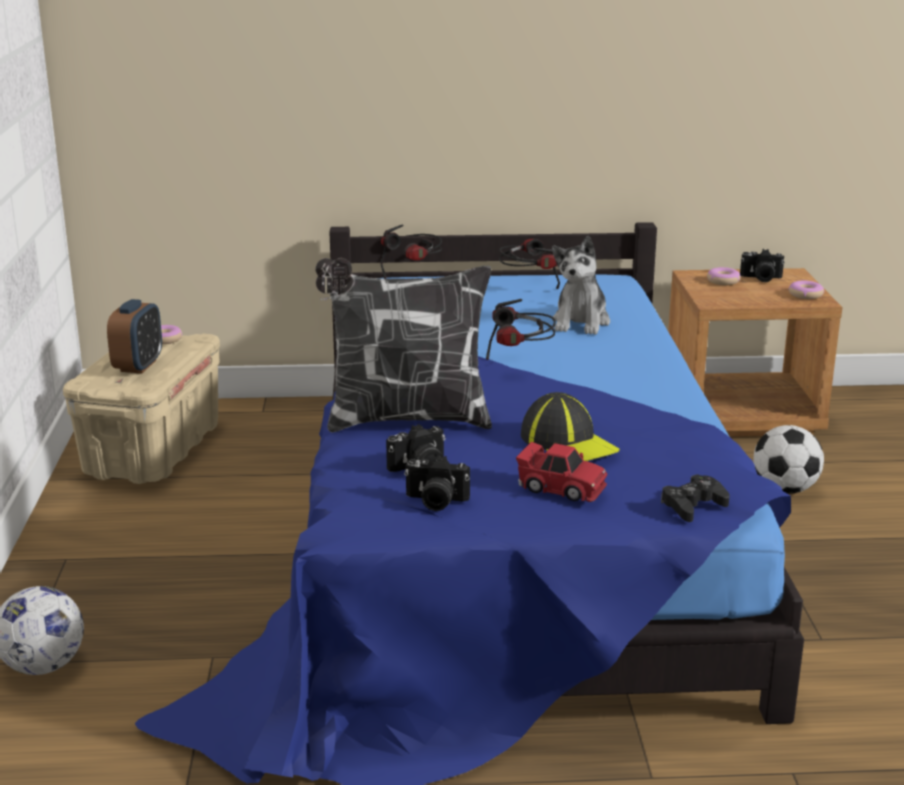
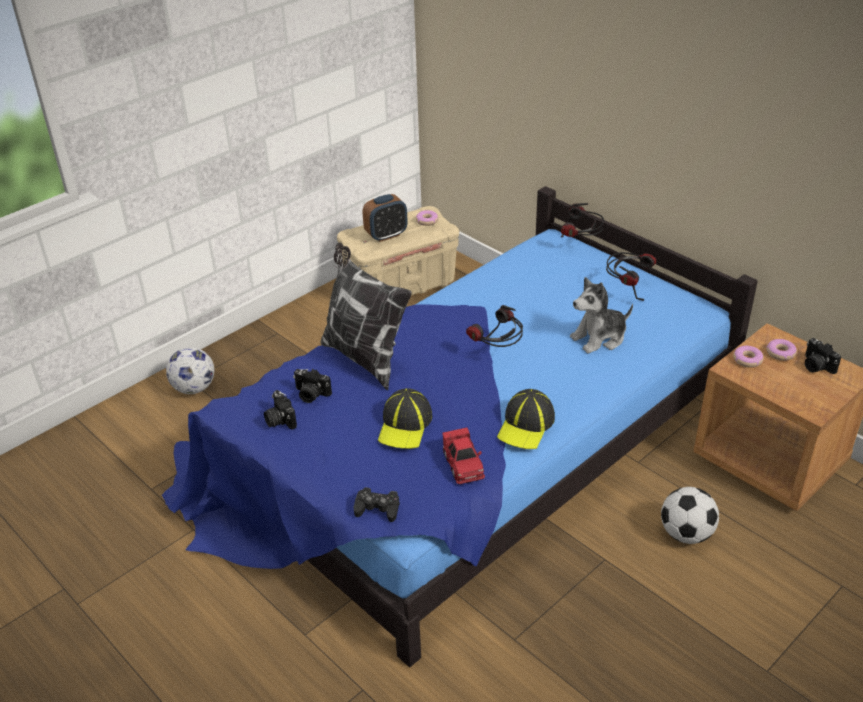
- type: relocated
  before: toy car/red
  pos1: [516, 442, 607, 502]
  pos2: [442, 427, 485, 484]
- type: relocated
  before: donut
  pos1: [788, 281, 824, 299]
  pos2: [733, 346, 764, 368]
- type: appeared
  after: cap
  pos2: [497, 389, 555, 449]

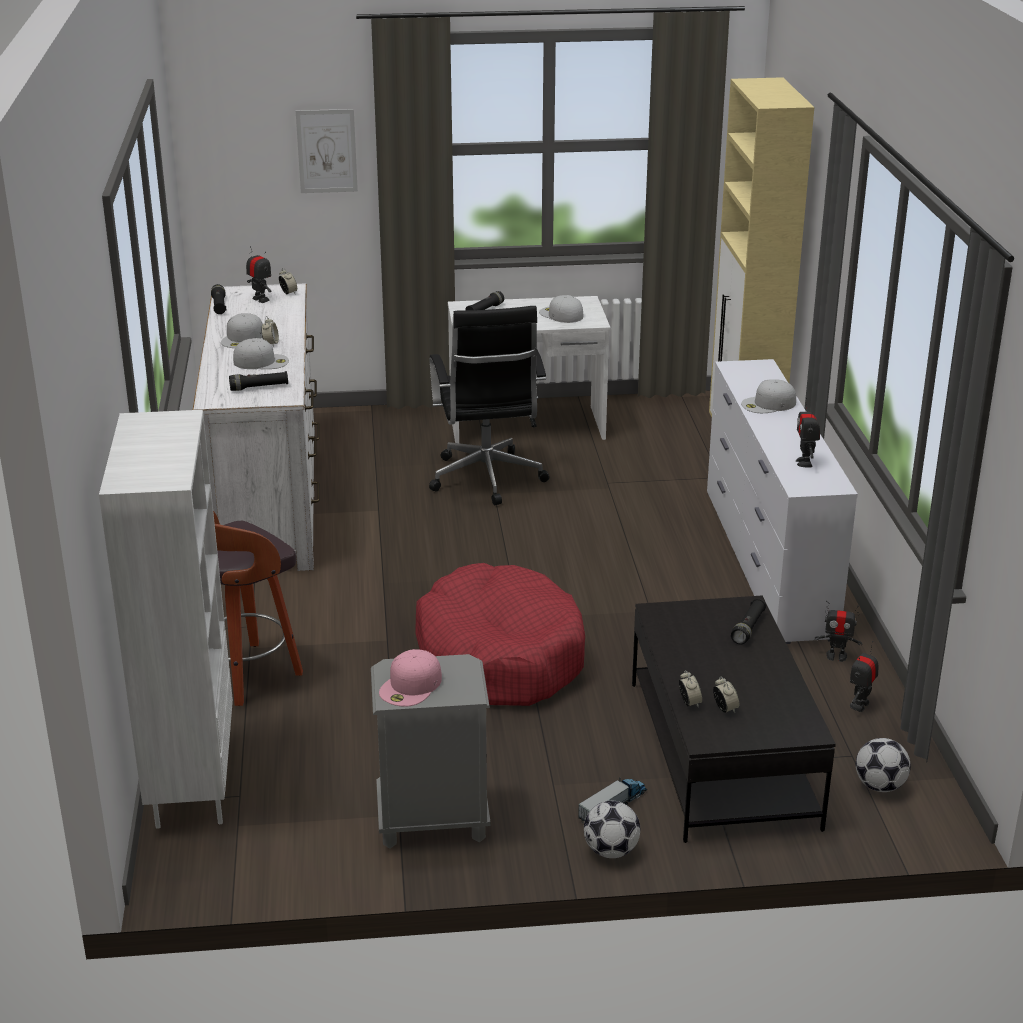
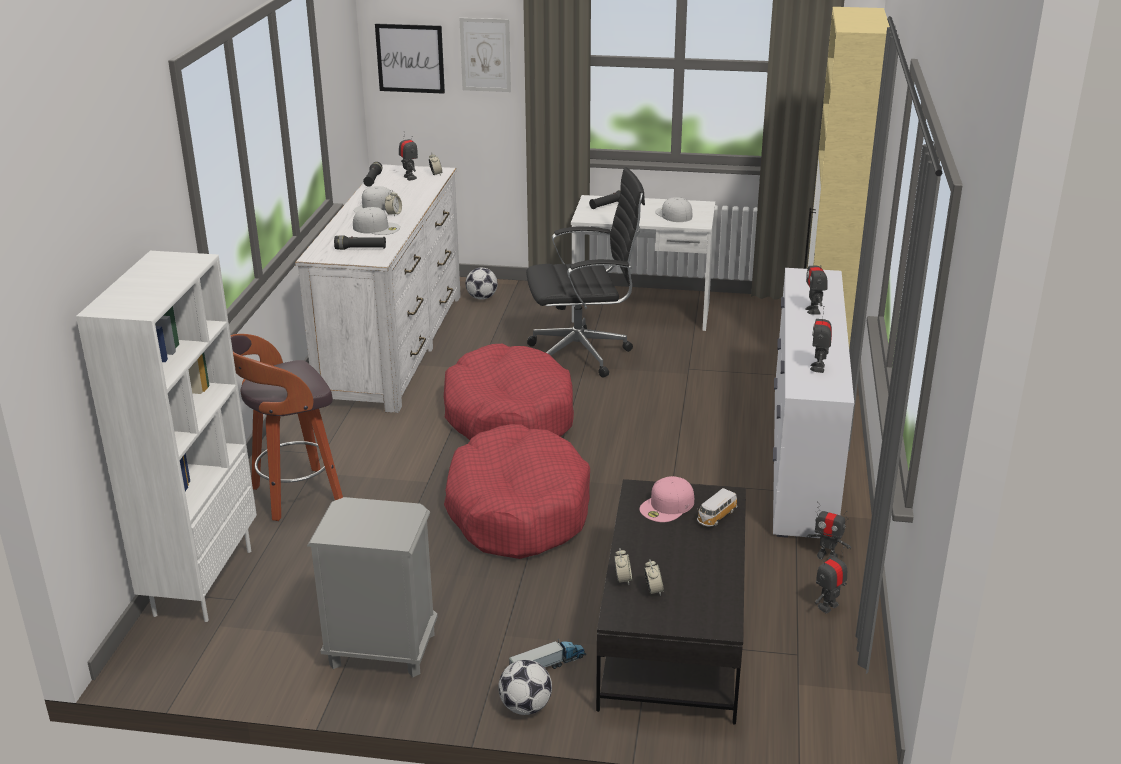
- type: relocated
  before: cap/pink
  pos1: [379, 649, 442, 707]
  pos2: [639, 476, 694, 522]
- type: spun
  before: office chair/black
  pos1: [429, 306, 549, 505]
  pos2: [526, 167, 645, 378]
  turn: -105
- type: exchanged
  before: flashlight/black
  after: toy car
  pos1: [731, 598, 766, 644]
  pos2: [697, 488, 737, 527]
- type: exchanged
  before: cap/white
  after: toy robot
  pos1: [741, 379, 796, 413]
  pos2: [805, 253, 828, 315]
- type: relocated
  before: football
  pos1: [856, 738, 911, 792]
  pos2: [466, 268, 498, 300]
- type: appeared
  after: picture
  pos2: [375, 23, 445, 94]
- type: appeared
  after: dog bed/red
  pos2: [444, 344, 574, 440]

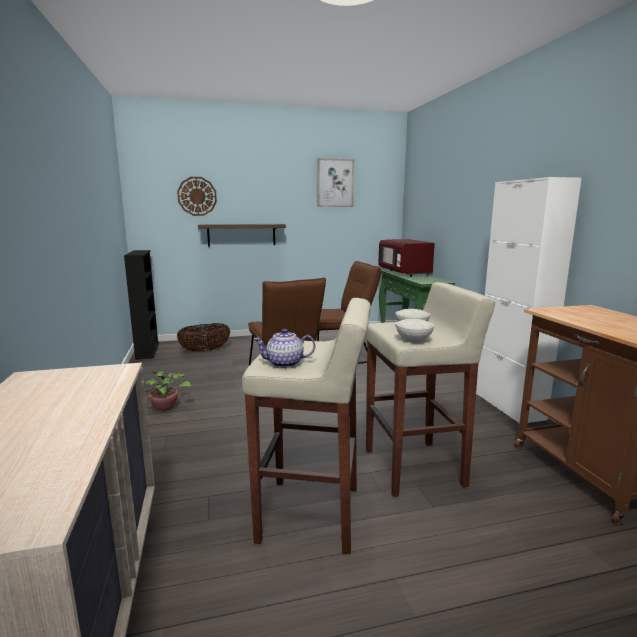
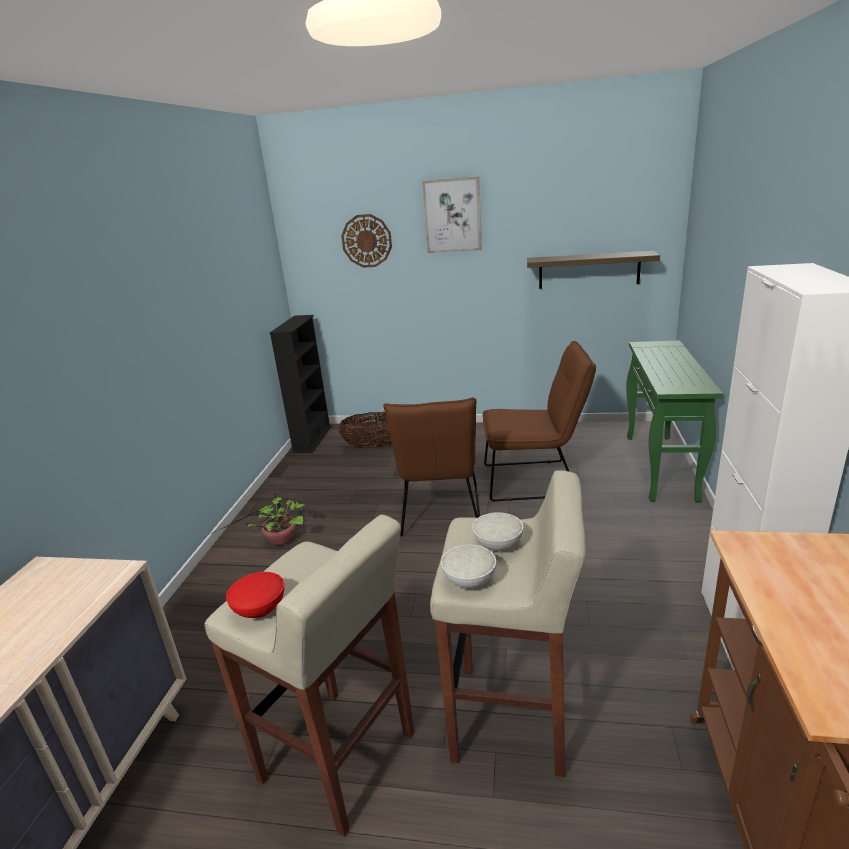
- type: relocated
  before: shelf
  pos1: [198, 224, 286, 247]
  pos2: [527, 251, 660, 289]
- type: exchanged
  before: teapot
  after: bowl/red
  pos1: [253, 329, 315, 368]
  pos2: [226, 572, 284, 618]
- type: relocated
  before: picture
  pos1: [317, 158, 354, 207]
  pos2: [422, 176, 482, 253]
- type: missing
  before: microwave/red
  pos1: [378, 239, 435, 277]

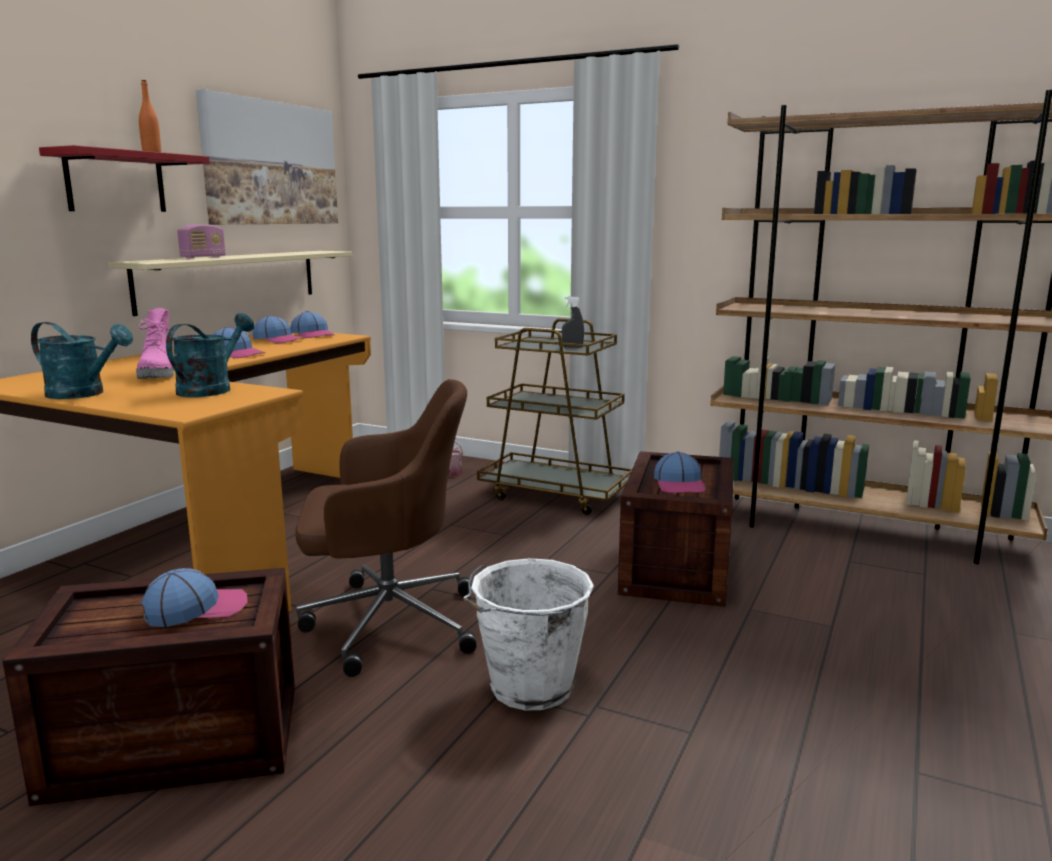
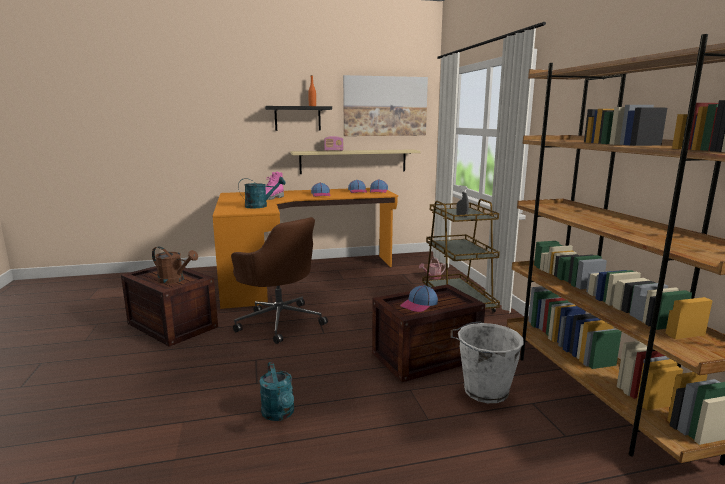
- type: relocated
  before: watering can/turquoise
  pos1: [31, 322, 133, 399]
  pos2: [259, 362, 294, 421]
- type: colour
  before: shelf/red
  after: shelf/black
  pos1: [39, 145, 210, 212]
  pos2: [265, 106, 332, 131]
- type: exchanged
  before: cap
  after: watering can/brown
  pos1: [141, 568, 248, 627]
  pos2: [152, 247, 198, 284]
- type: relocated
  before: bucket/white
  pos1: [463, 558, 594, 711]
  pos2: [450, 321, 524, 403]

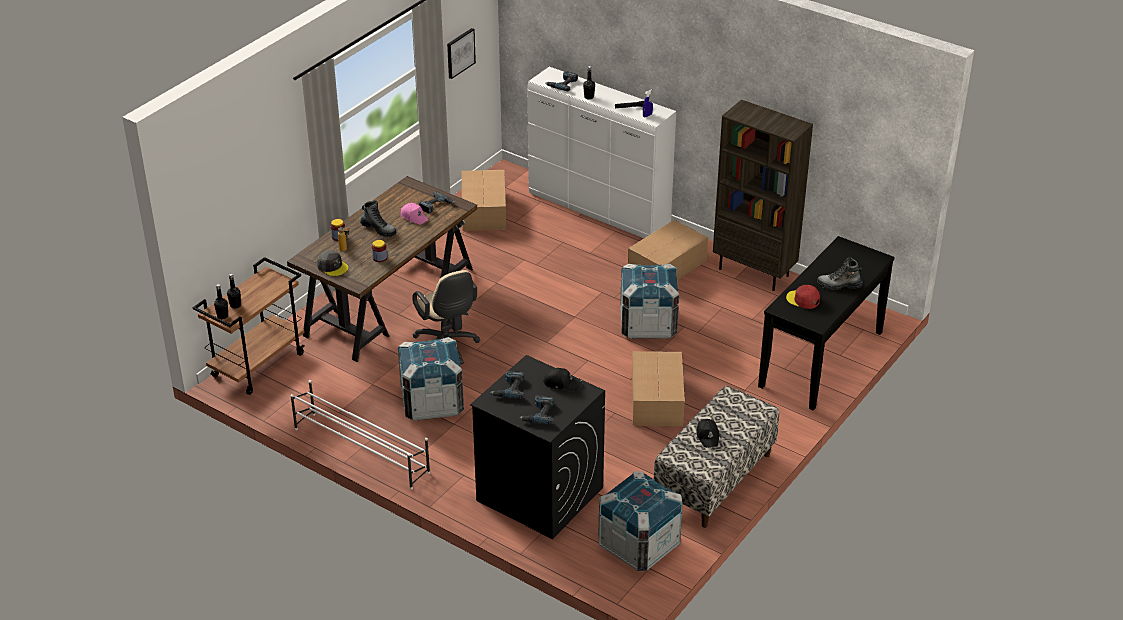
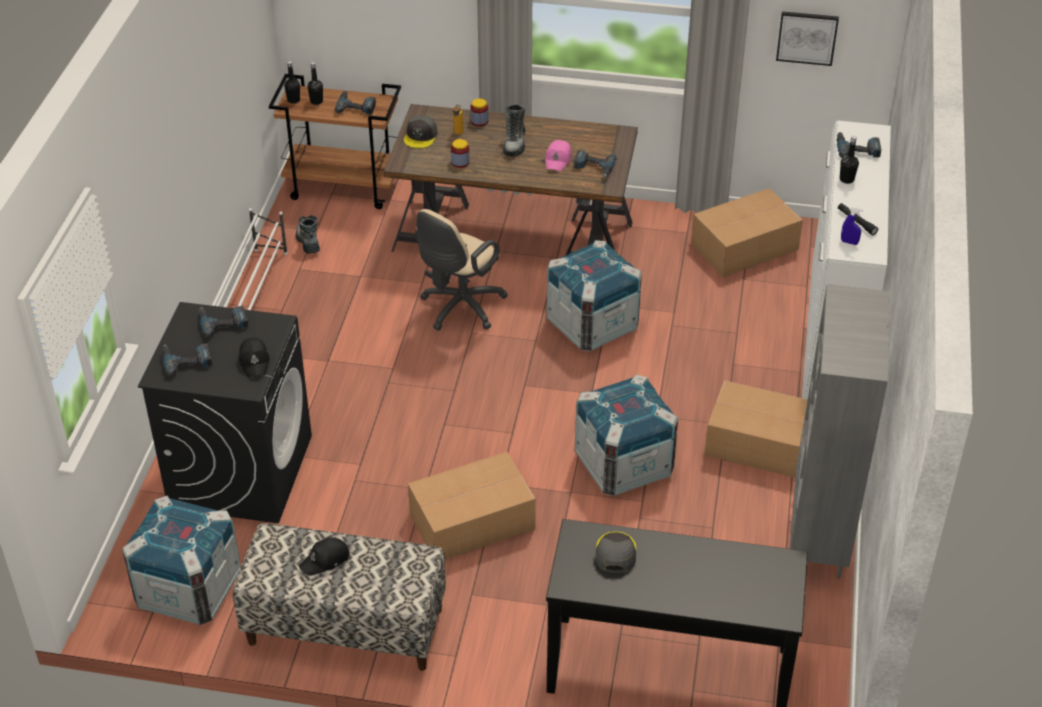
- type: relocated
  before: crate
  pos1: [398, 337, 464, 421]
  pos2: [546, 240, 642, 351]
- type: colour
  before: bookcase/brown
  after: bookcase/grey
  pos1: [713, 100, 813, 291]
  pos2: [790, 284, 890, 578]
- type: colour
  before: cap/red
  after: cap/grey
  pos1: [786, 285, 820, 309]
  pos2: [595, 531, 636, 573]
- type: relocated
  before: boot
  pos1: [817, 257, 863, 290]
  pos2: [296, 215, 320, 254]
- type: appeared
  after: power drill
  pos2: [335, 91, 376, 115]

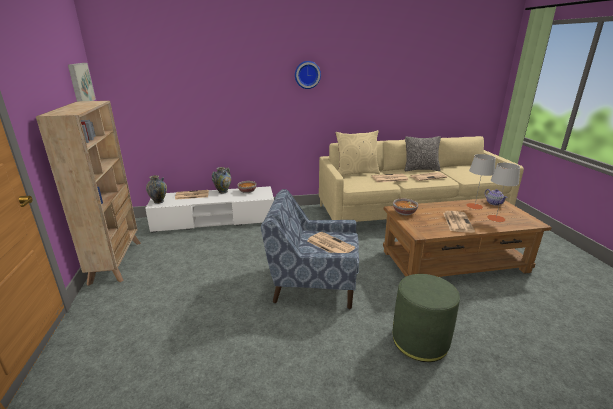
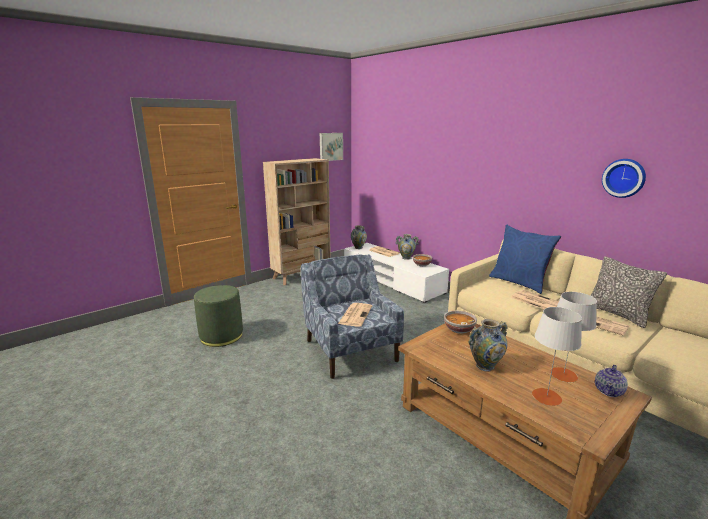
- type: relocated
  before: wall clock
  pos1: [295, 61, 321, 89]
  pos2: [602, 159, 646, 198]
- type: colour
  before: pillow/beige
  after: pillow/blue
  pos1: [335, 130, 380, 175]
  pos2: [489, 224, 561, 294]
- type: relocated
  before: ottoman/green
  pos1: [392, 274, 460, 362]
  pos2: [194, 285, 243, 347]
- type: exchanged
  before: newspaper
  after: vase
  pos1: [443, 211, 475, 233]
  pos2: [468, 319, 508, 371]

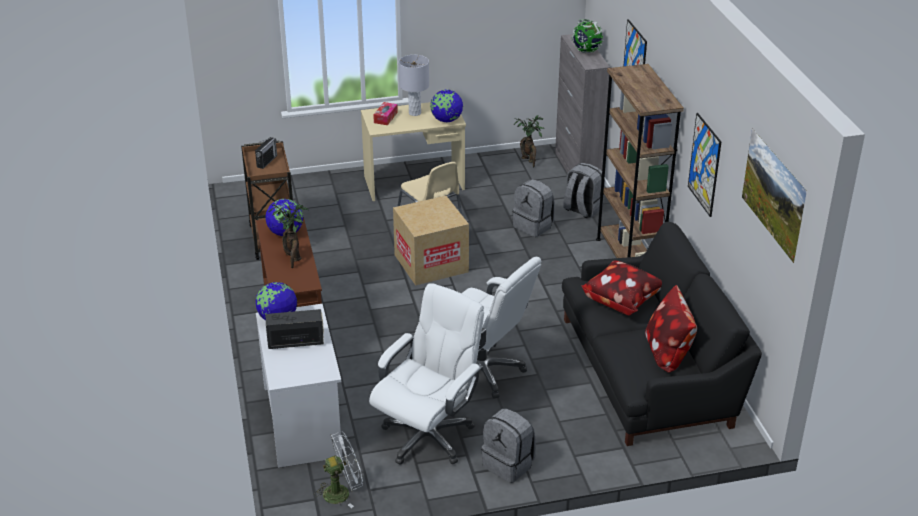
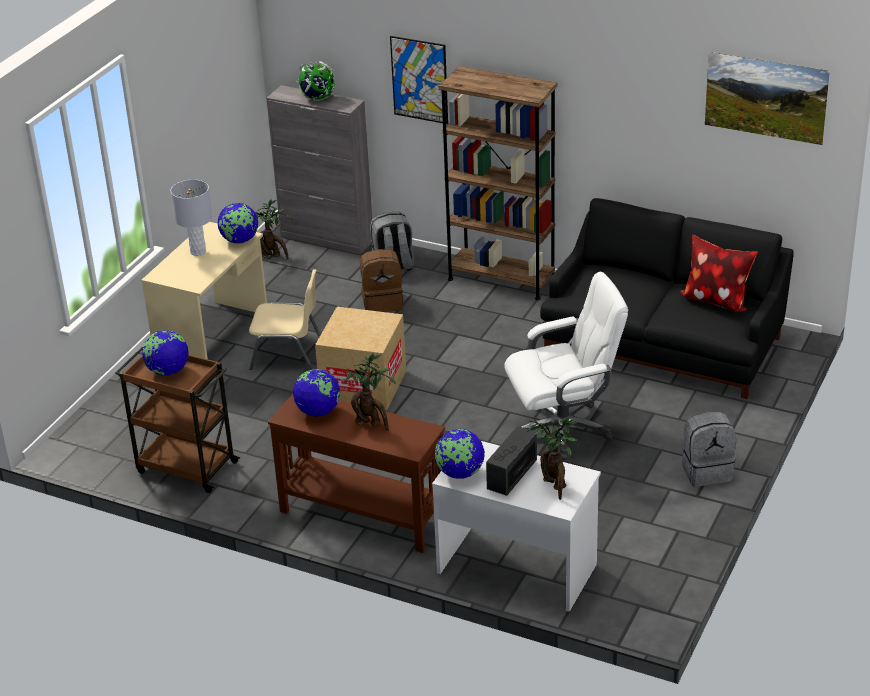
- type: exchanged
  before: radio
  after: globe
  pos1: [255, 137, 277, 169]
  pos2: [142, 330, 189, 376]
- type: missing
  before: fan/white
  pos1: [314, 431, 363, 508]
- type: missing
  before: office chair/white
  pos1: [369, 283, 484, 465]
- type: missing
  before: tissue box
  pos1: [373, 102, 398, 125]
- type: colour
  before: backpack/grey
  after: backpack/brown
  pos1: [512, 179, 555, 237]
  pos2: [360, 249, 403, 312]
- type: missing
  before: pillow
  pos1: [581, 261, 662, 316]
- type: missing
  before: picture
  pos1: [688, 113, 721, 217]
- type: appeared
  after: potted plant
  pos2: [527, 417, 578, 500]

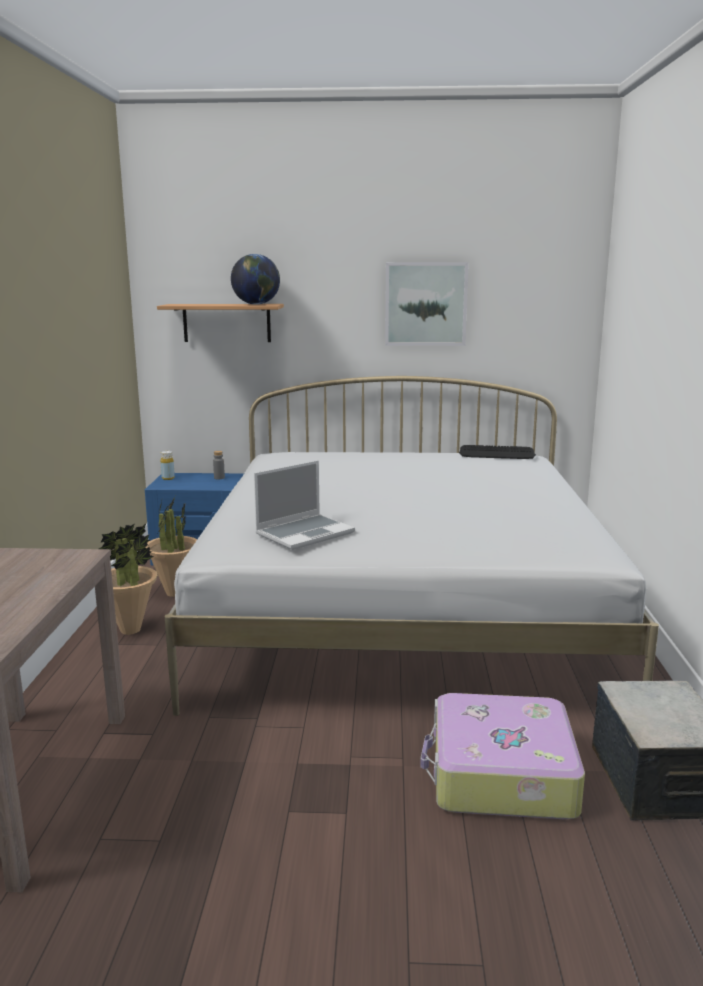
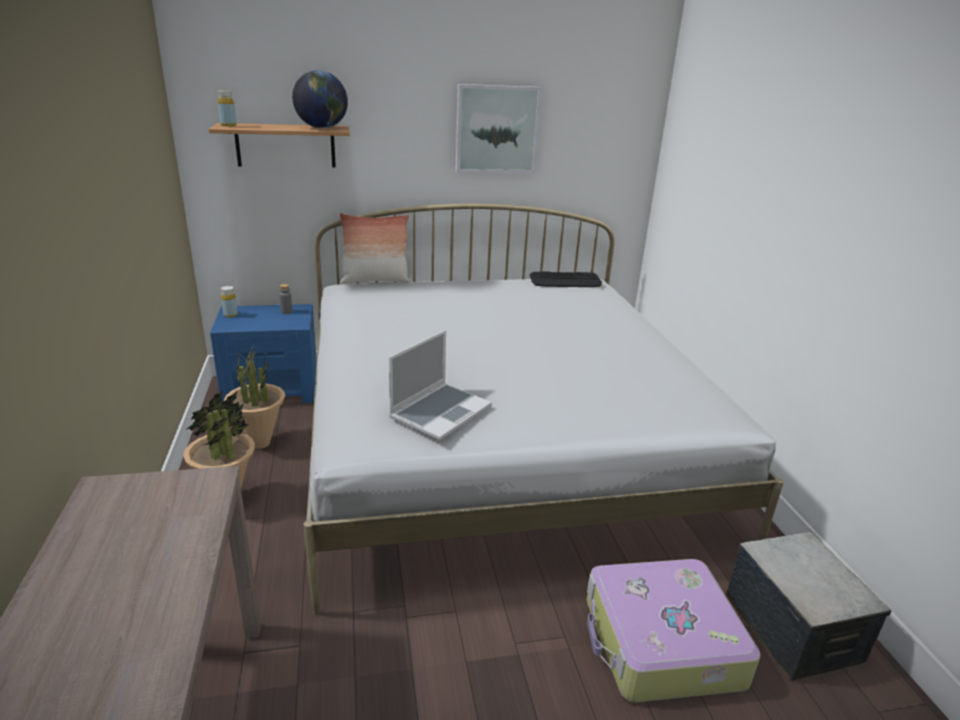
- type: appeared
  after: bottle/yellow
  pos2: [217, 90, 236, 126]
- type: appeared
  after: pillow
  pos2: [340, 213, 410, 284]

